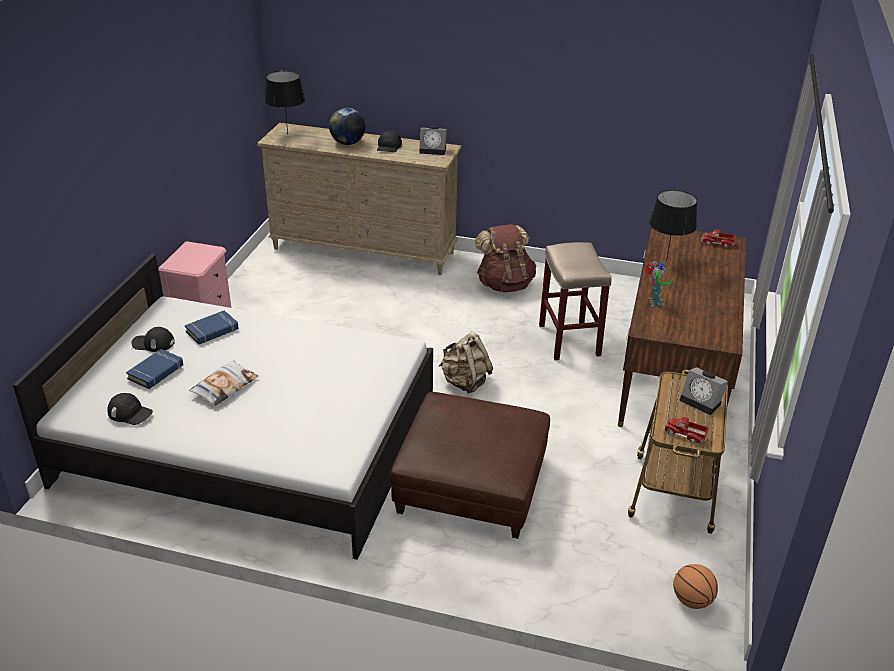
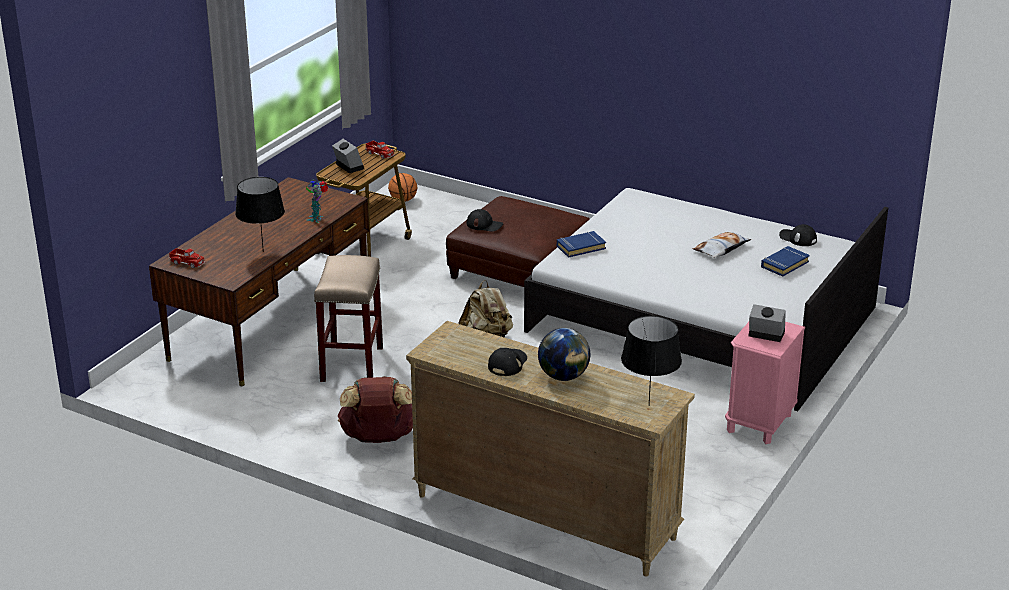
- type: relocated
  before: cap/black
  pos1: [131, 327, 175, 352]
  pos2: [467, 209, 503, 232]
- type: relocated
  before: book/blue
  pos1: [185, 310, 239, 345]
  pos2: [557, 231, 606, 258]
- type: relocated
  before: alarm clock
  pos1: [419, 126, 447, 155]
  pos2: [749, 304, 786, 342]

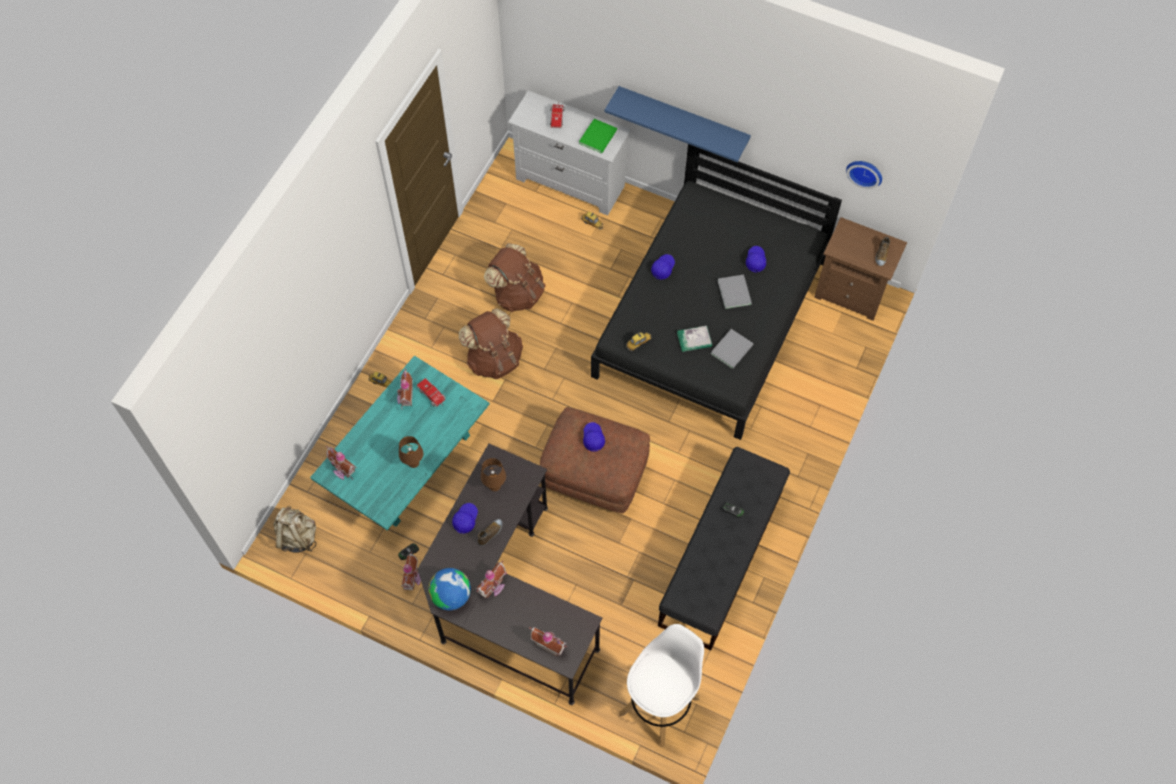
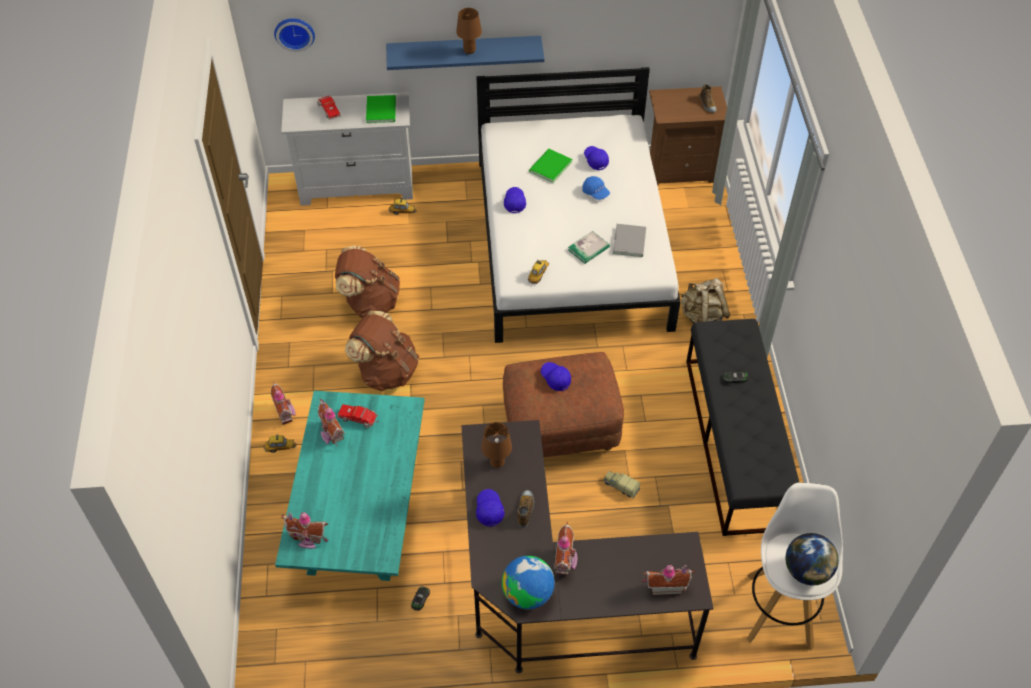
- type: relocated
  before: backpack/beige
  pos1: [273, 505, 317, 553]
  pos2: [681, 278, 730, 324]
- type: relocated
  before: table lamp/brown
  pos1: [399, 436, 423, 468]
  pos2: [456, 8, 482, 54]
- type: relocated
  before: toy house
  pos1: [401, 552, 421, 590]
  pos2: [271, 382, 296, 425]
- type: colour
  before: bed/black
  after: bed/white
  pos1: [591, 144, 842, 440]
  pos2: [476, 67, 681, 343]
- type: exchanged
  before: book/grey
  after: cap/blue
  pos1: [717, 275, 752, 309]
  pos2: [582, 176, 610, 200]
- type: relocated
  before: wall clock
  pos1: [846, 161, 882, 189]
  pos2: [274, 18, 315, 52]
- type: appeared
  after: book/green
  pos2: [529, 149, 572, 183]
- type: appeared
  after: toy truck
  pos2: [603, 471, 640, 499]
- type: appeared
  after: globe
  pos2: [786, 533, 839, 585]

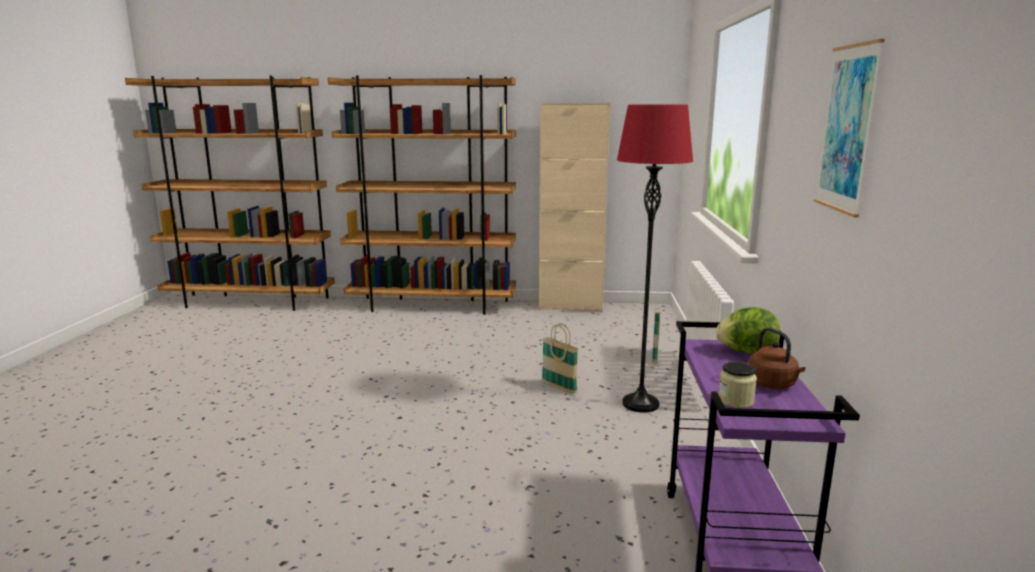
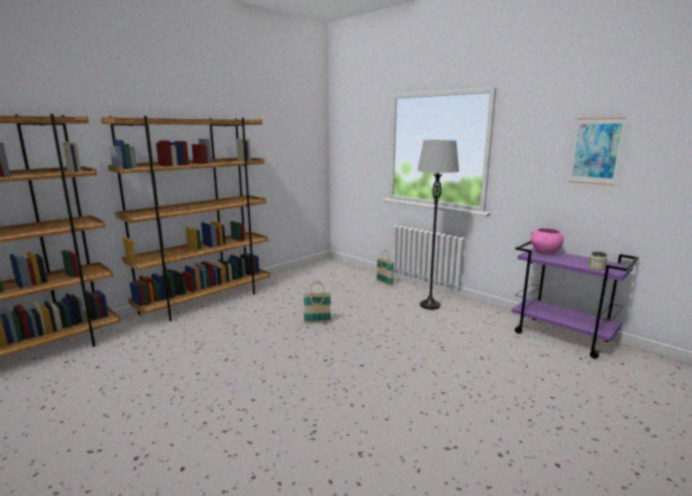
- type: missing
  before: cabinet/beige
  pos1: [538, 103, 610, 312]
- type: relocated
  before: basket
  pos1: [542, 323, 579, 394]
  pos2: [303, 281, 331, 324]
- type: colour
  before: floor lamp/red
  after: floor lamp/grey
  pos1: [617, 105, 693, 413]
  pos2: [417, 140, 459, 310]
- type: exchanged
  before: lettuce
  after: bowl/pink
  pos1: [716, 307, 780, 354]
  pos2: [530, 228, 564, 254]
- type: missing
  before: kettle/brown
  pos1: [749, 328, 805, 389]

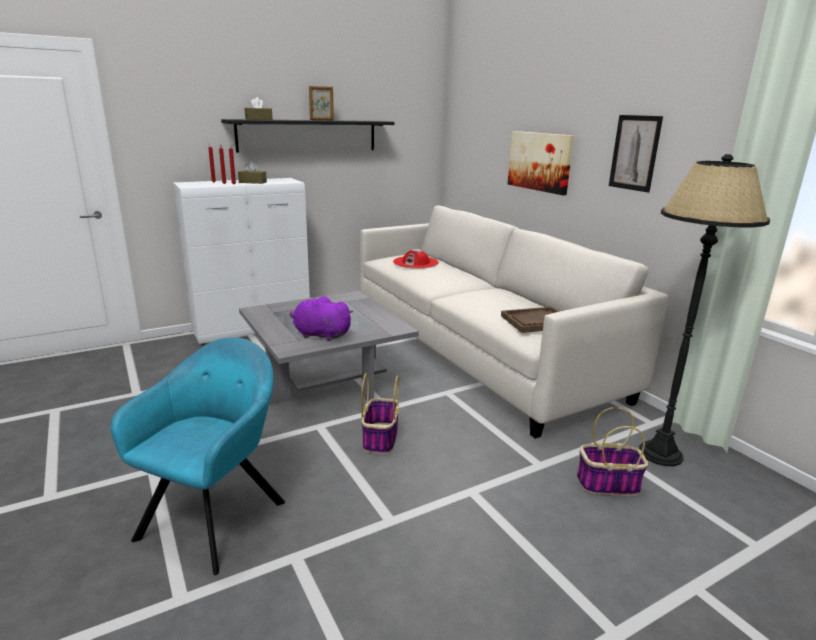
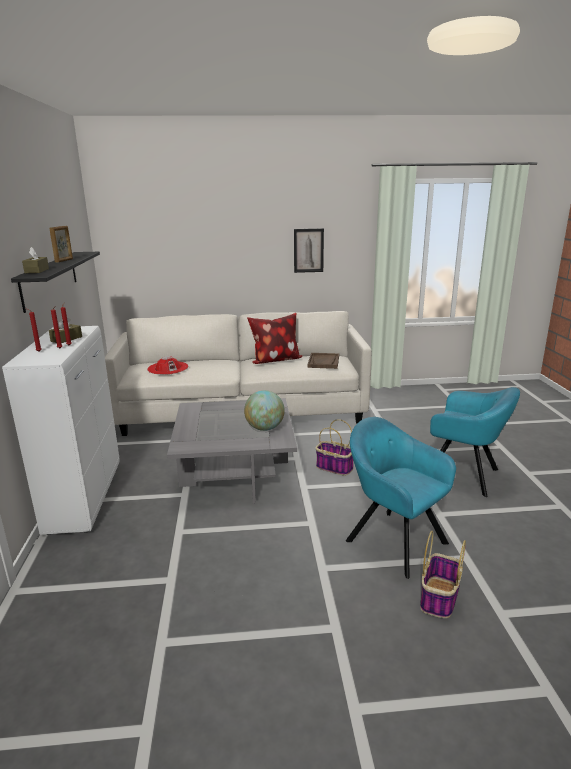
- type: exchanged
  before: plush toy/purple
  after: globe
  pos1: [290, 296, 353, 341]
  pos2: [244, 390, 285, 431]
- type: missing
  before: picture
  pos1: [508, 131, 574, 195]
- type: relocated
  before: basket
  pos1: [577, 407, 648, 496]
  pos2: [420, 531, 466, 618]
- type: missing
  before: floor lamp/black
  pos1: [639, 154, 770, 466]
- type: appeared
  after: pillow
  pos2: [247, 313, 302, 364]
- type: appeared
  after: armchair/turquoise
  pos2: [430, 387, 520, 497]

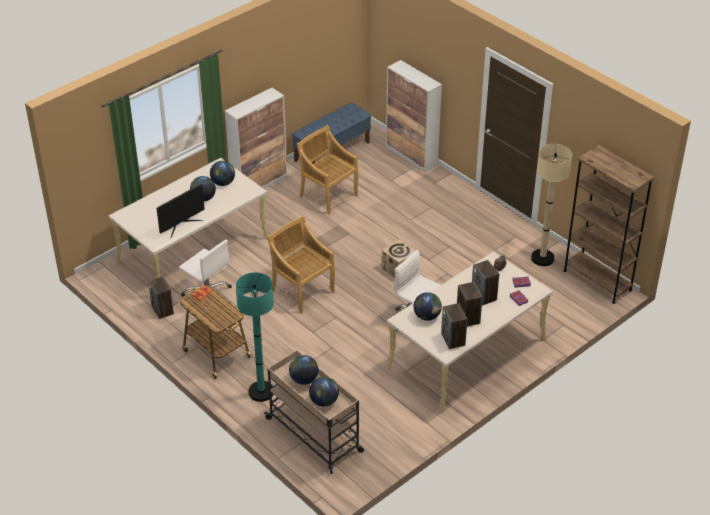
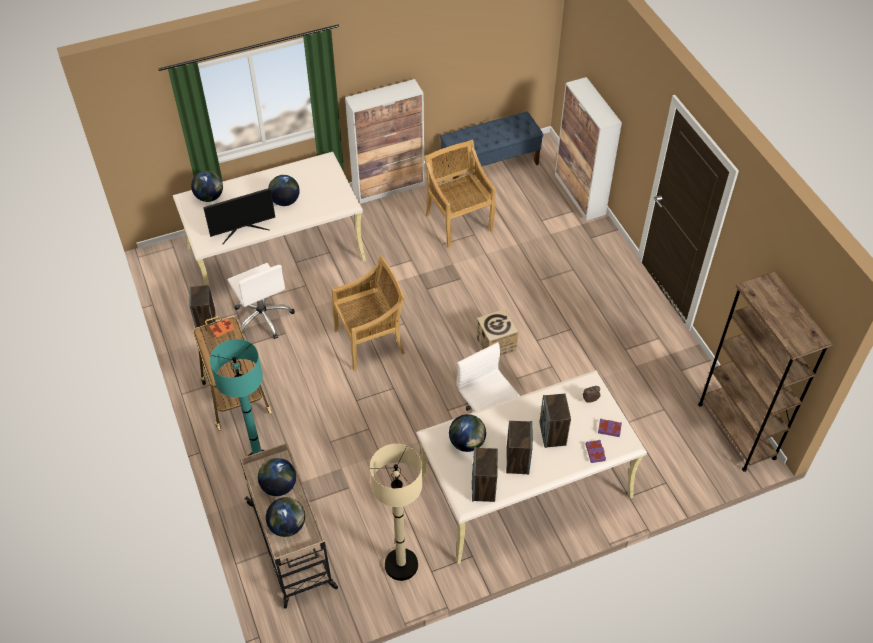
- type: relocated
  before: globe
  pos1: [210, 161, 235, 186]
  pos2: [191, 171, 223, 202]
- type: spun
  before: chair/beige
  pos1: [267, 216, 335, 314]
  pos2: [332, 256, 405, 371]
  turn: 90
- type: relocated
  before: floor lamp/beige
  pos1: [531, 144, 572, 266]
  pos2: [370, 444, 422, 581]

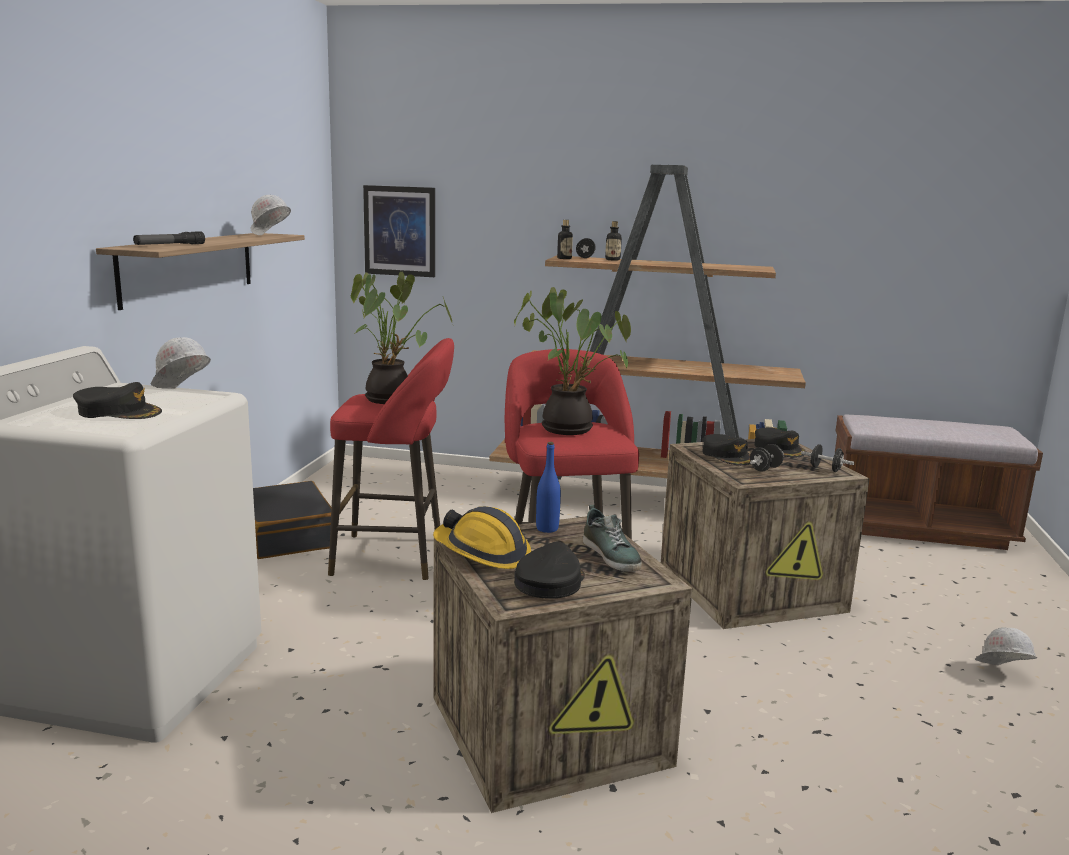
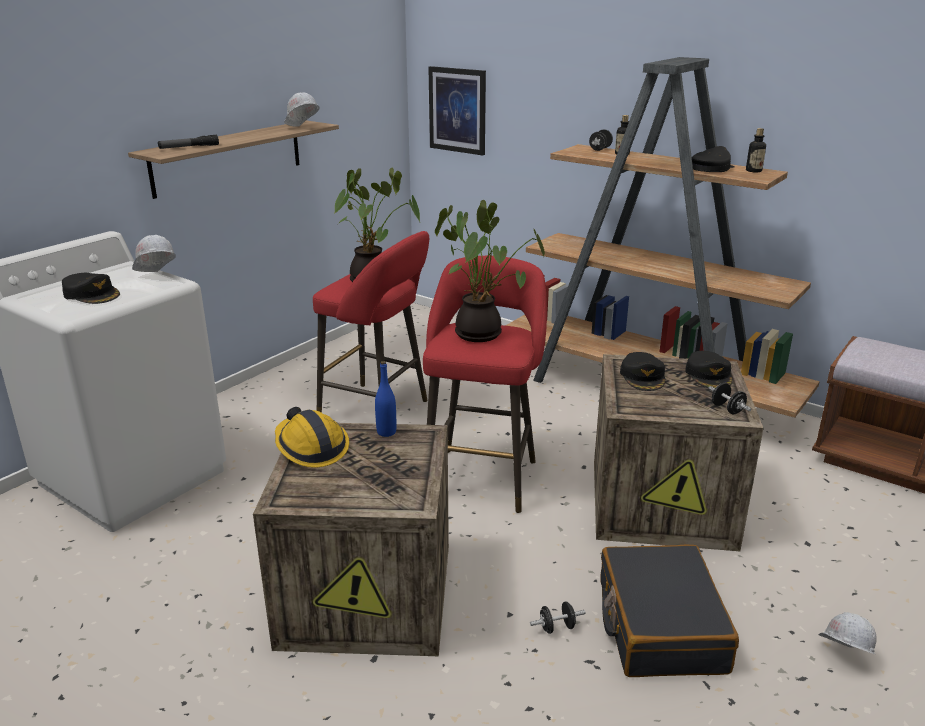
- type: relocated
  before: suitcase/black
  pos1: [253, 481, 332, 559]
  pos2: [601, 544, 739, 677]
- type: relocated
  before: cap/black
  pos1: [514, 542, 585, 599]
  pos2: [692, 146, 735, 172]
- type: relocated
  before: bottle
  pos1: [557, 220, 573, 259]
  pos2: [746, 128, 766, 172]
- type: missing
  before: shoe
  pos1: [583, 505, 642, 572]
- type: relocated
  before: dumbbell/black
  pos1: [750, 444, 784, 471]
  pos2: [530, 601, 586, 634]

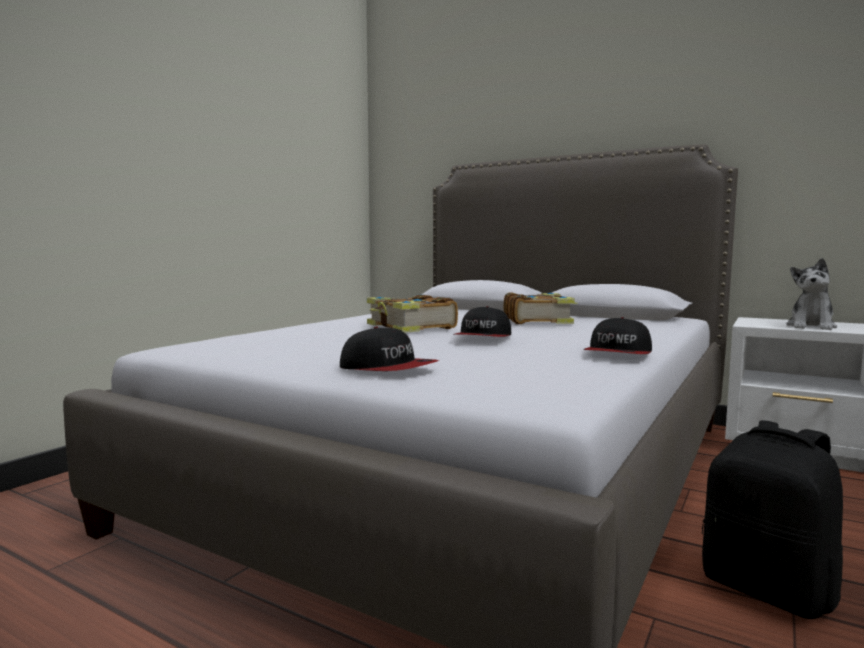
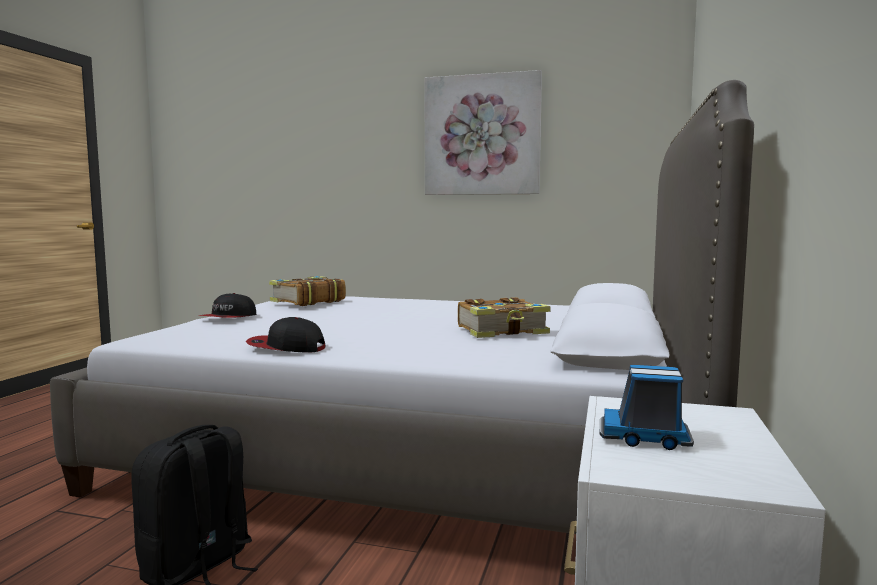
- type: relocated
  before: book
  pos1: [367, 295, 458, 333]
  pos2: [269, 276, 346, 306]
- type: missing
  before: cap
  pos1: [455, 306, 511, 337]
- type: exchanged
  before: plush toy
  after: toy truck
  pos1: [786, 258, 837, 330]
  pos2: [600, 365, 694, 450]
- type: appeared
  after: picture
  pos2: [425, 70, 542, 195]

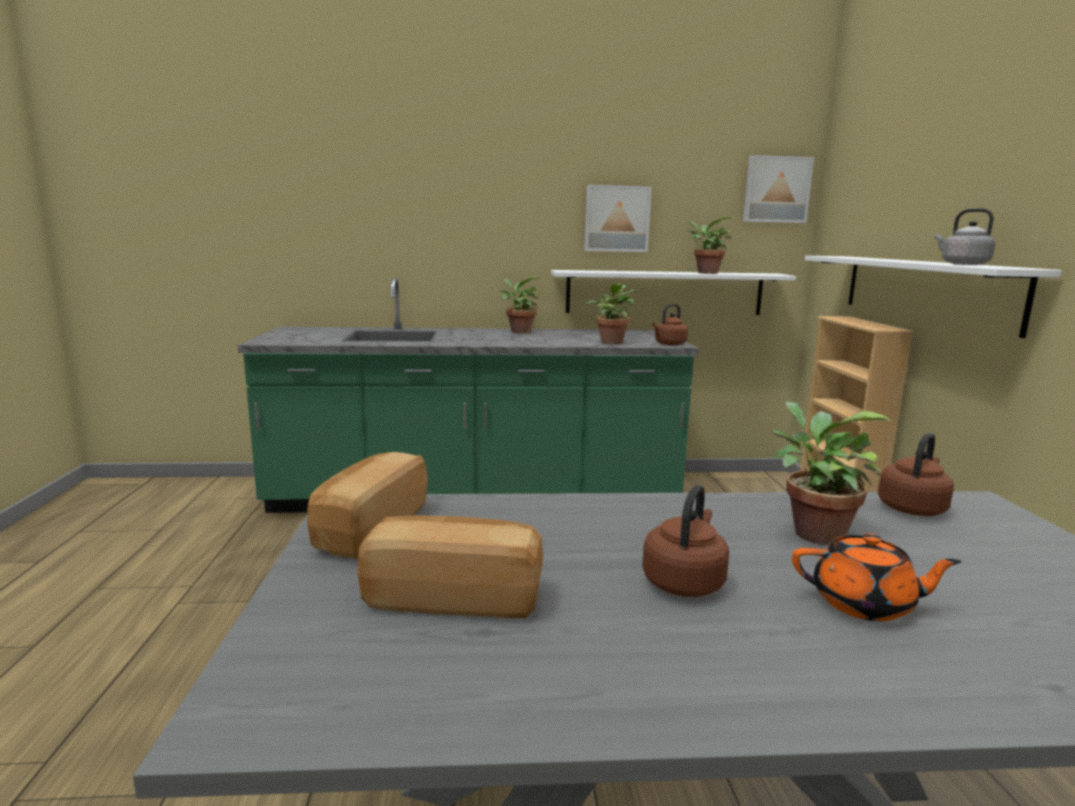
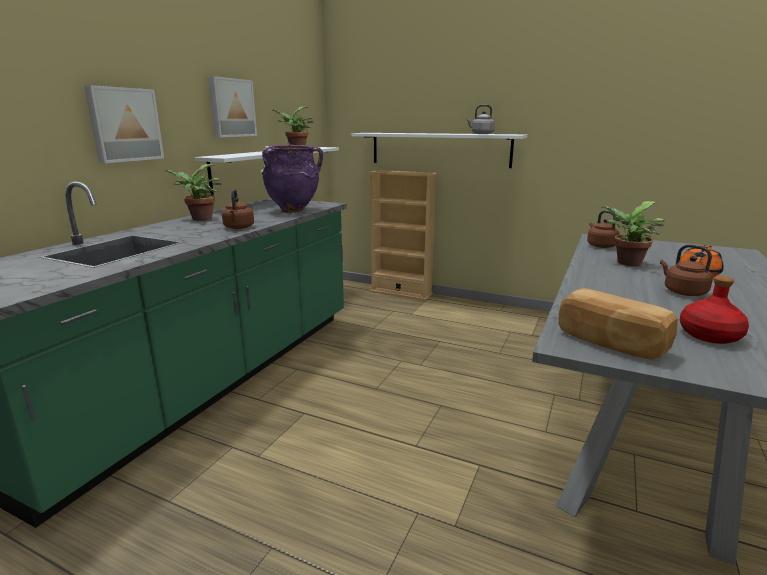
- type: exchanged
  before: bread
  after: bottle/red
  pos1: [357, 515, 543, 618]
  pos2: [680, 276, 749, 344]
- type: exchanged
  before: potted plant
  after: vase/purple
  pos1: [586, 283, 637, 344]
  pos2: [261, 143, 323, 213]
- type: relocated
  before: kettle/brown
  pos1: [652, 304, 688, 345]
  pos2: [222, 189, 254, 229]
- type: relocated
  before: picture
  pos1: [743, 155, 814, 223]
  pos2: [84, 85, 164, 163]

